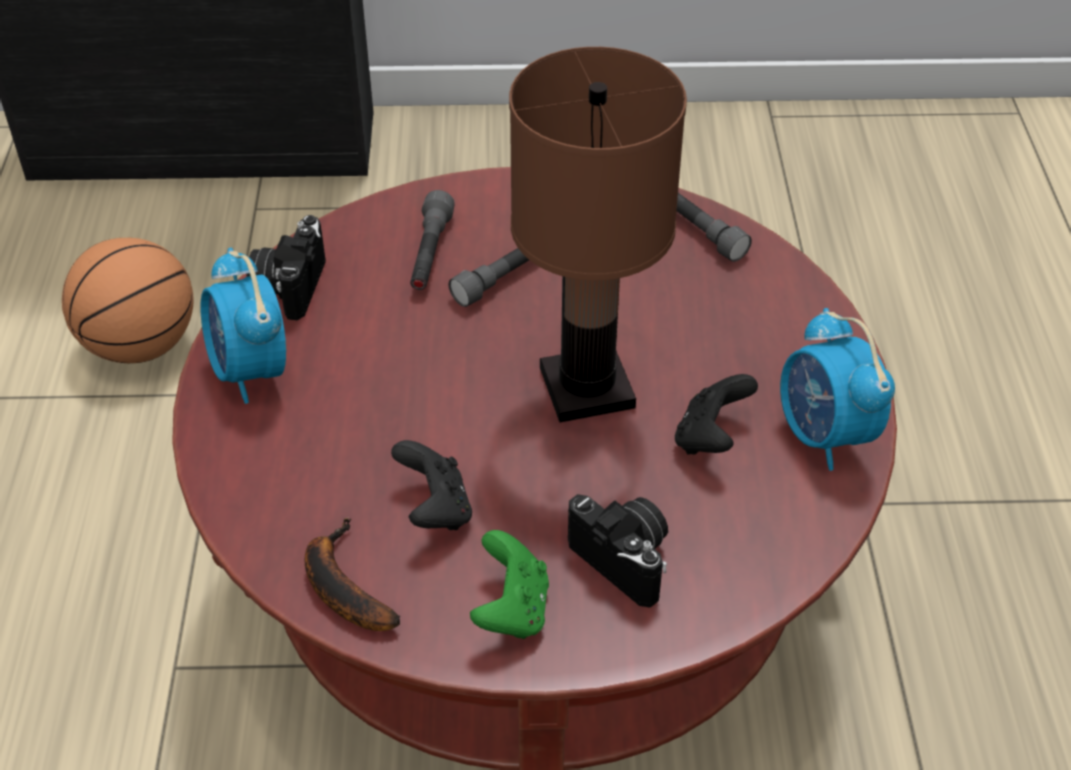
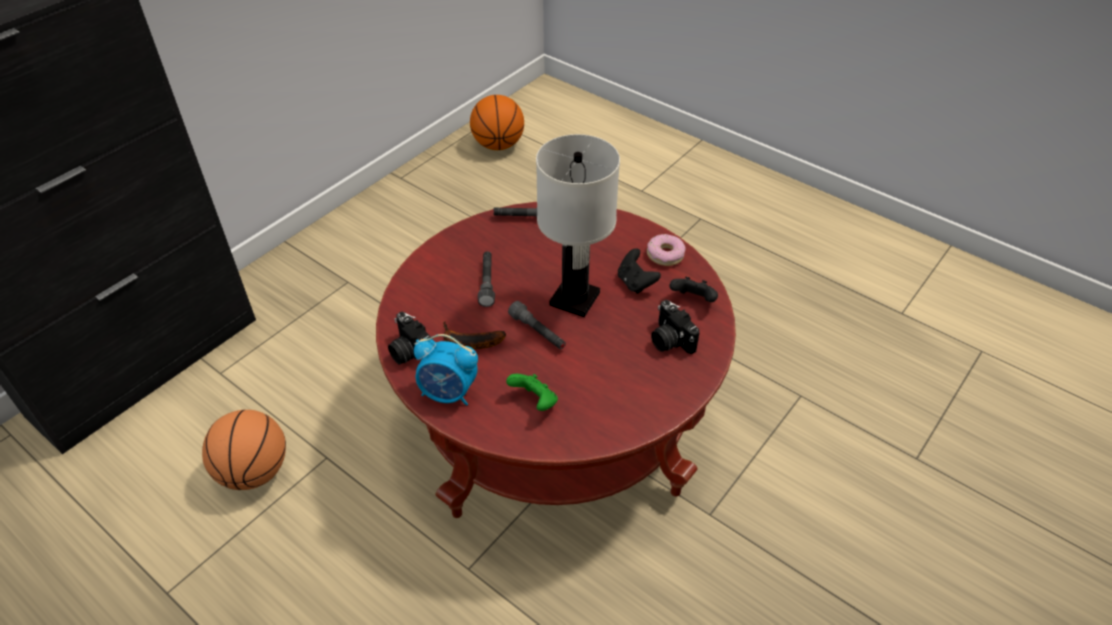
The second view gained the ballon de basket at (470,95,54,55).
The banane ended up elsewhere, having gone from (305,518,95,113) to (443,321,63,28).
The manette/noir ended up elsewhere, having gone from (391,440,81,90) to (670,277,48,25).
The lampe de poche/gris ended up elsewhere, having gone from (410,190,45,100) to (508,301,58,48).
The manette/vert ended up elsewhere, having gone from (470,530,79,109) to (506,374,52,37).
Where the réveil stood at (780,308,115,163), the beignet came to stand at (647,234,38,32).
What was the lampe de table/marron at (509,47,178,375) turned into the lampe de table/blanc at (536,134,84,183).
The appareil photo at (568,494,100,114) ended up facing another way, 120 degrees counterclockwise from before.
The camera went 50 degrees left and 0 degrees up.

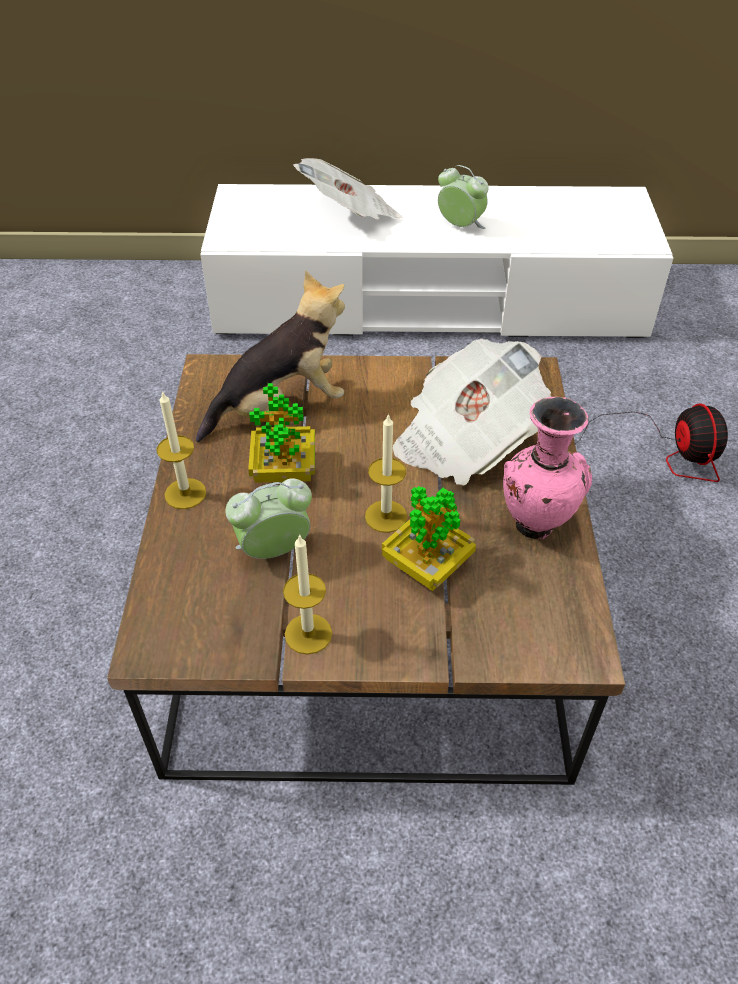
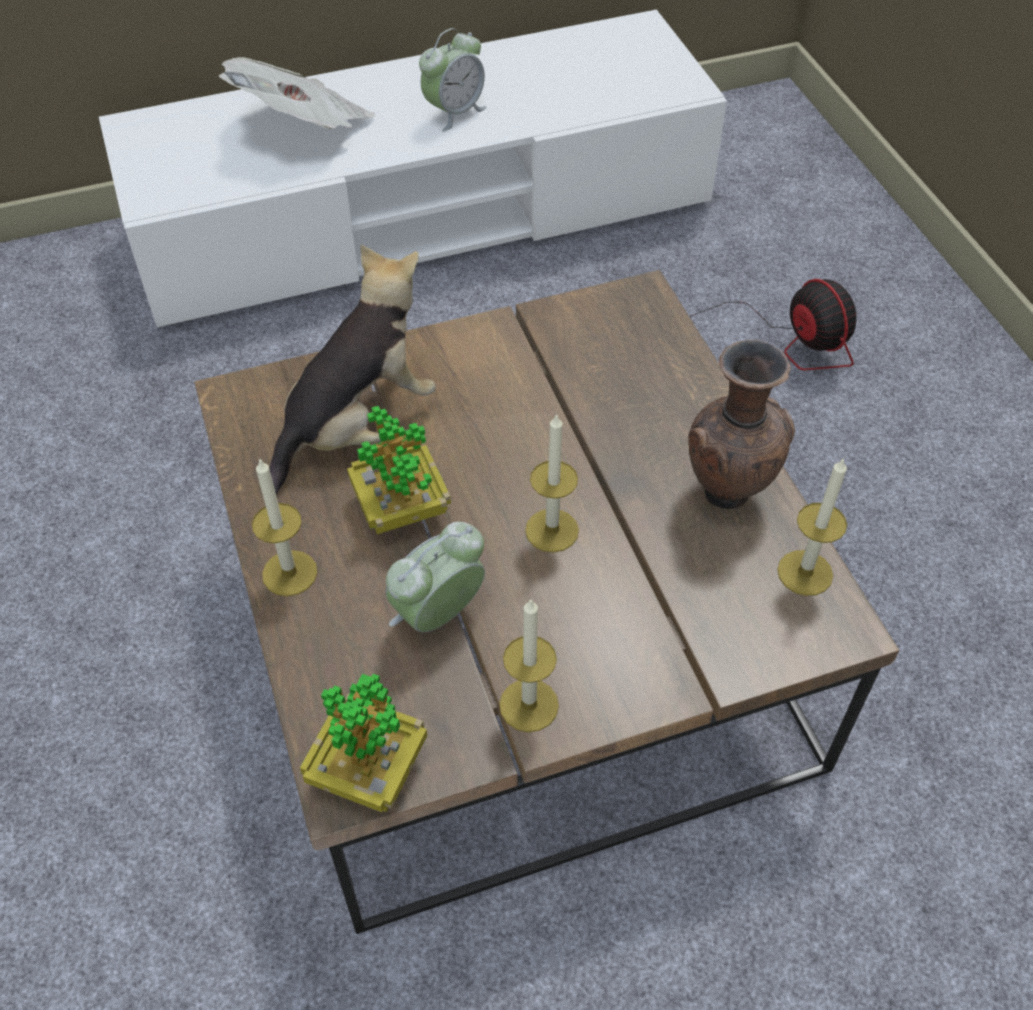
The second view lost the journal at (393,338,158,148).
The second view gained the bougie at (777,457,70,139).
The plante en pot ended up elsewhere, having gone from (382,486,94,105) to (300,674,127,138).
What was the vase/rose at (503,397,89,142) turned into the vase/marron at (688,340,107,169).
The réveil at (438,165,51,64) ended up facing another way, 120 degrees clockwise from before.
The camera went 20 degrees left and 5 degrees up.

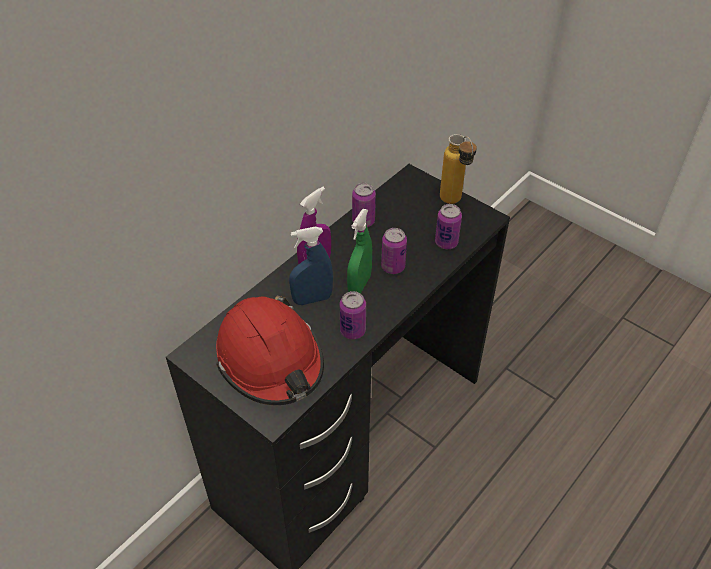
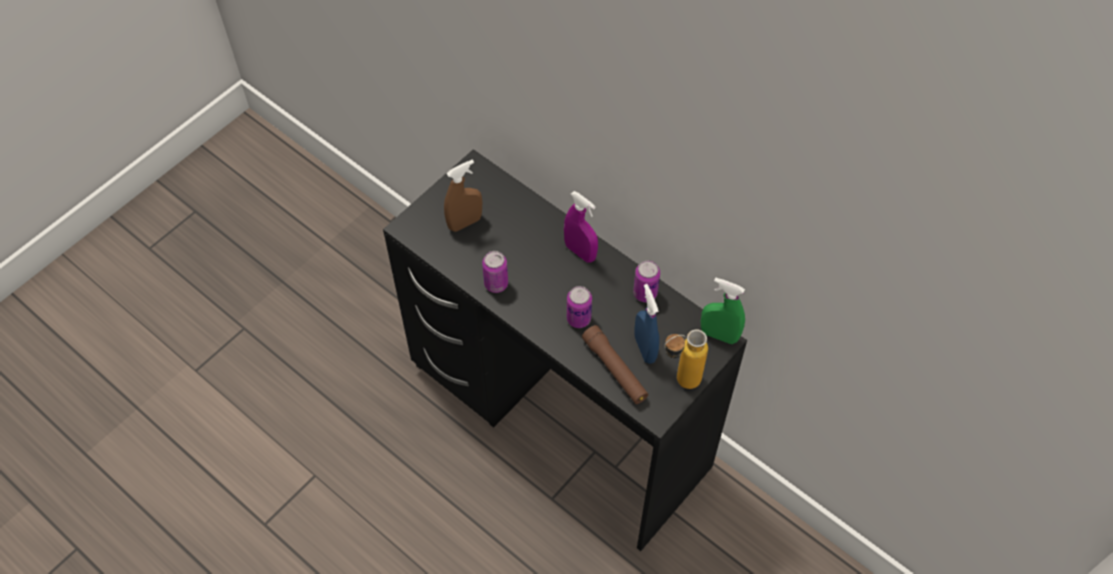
The vaporisateur/bleu ended up elsewhere, having gone from (289,227,44,78) to (634,284,25,80).
The vaporisateur/vert ended up elsewhere, having gone from (347,209,25,85) to (701,277,44,67).
Where the casque de chantier/rouge stood at (216,294,108,111), the vaporisateur/marron came to stand at (444,160,39,72).
Where the boîte métallique stood at (435,204,27,45), the lampe de poche/marron came to stand at (582,325,66,79).
The camera went 90 degrees right and 10 degrees up.

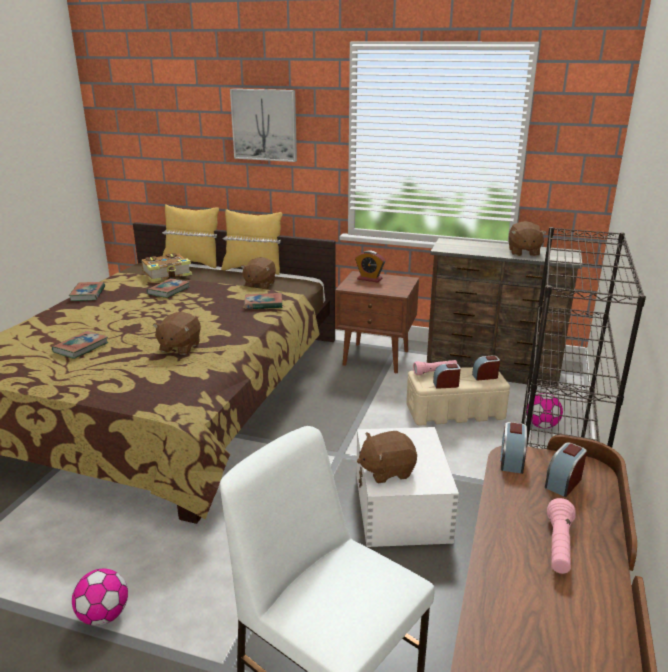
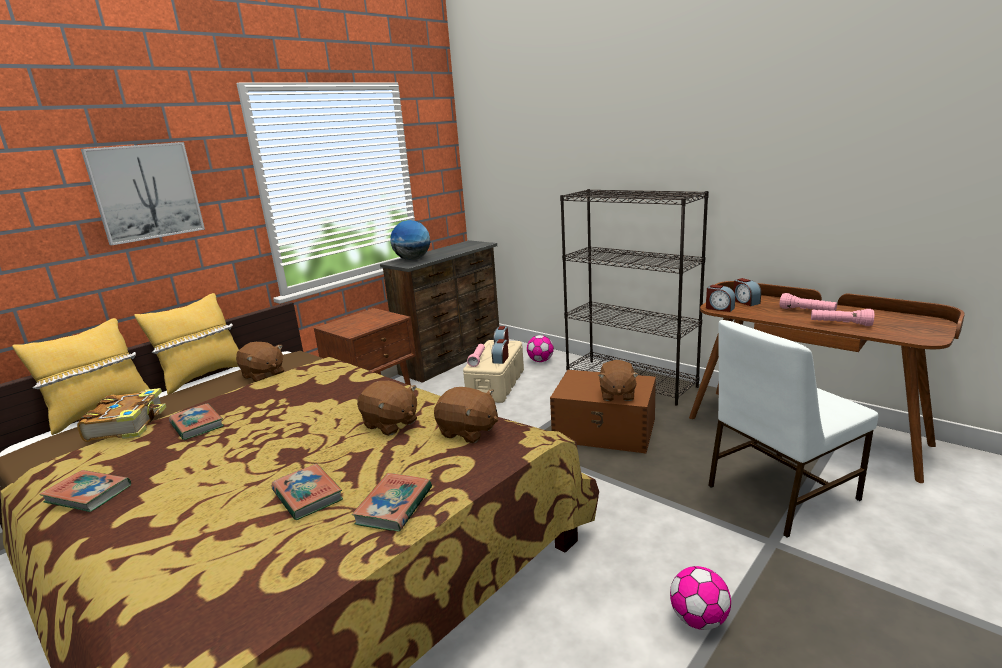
The second view lost the réveil at (355,251,30,32).
The second view gained the globe at (391,220,39,40).
The second view gained the lampe de poche/rose at (811,309,63,17).
The livre ended up elsewhere, having gone from (244,293,38,16) to (352,473,80,58).
The peluche/marron ended up elsewhere, having gone from (509,221,38,36) to (434,387,64,56).
What was the boîte de rangement/blanc at (356,427,103,120) turned into the boîte de rangement/marron at (550,370,106,83).
The camera went 65 degrees left and 5 degrees down.

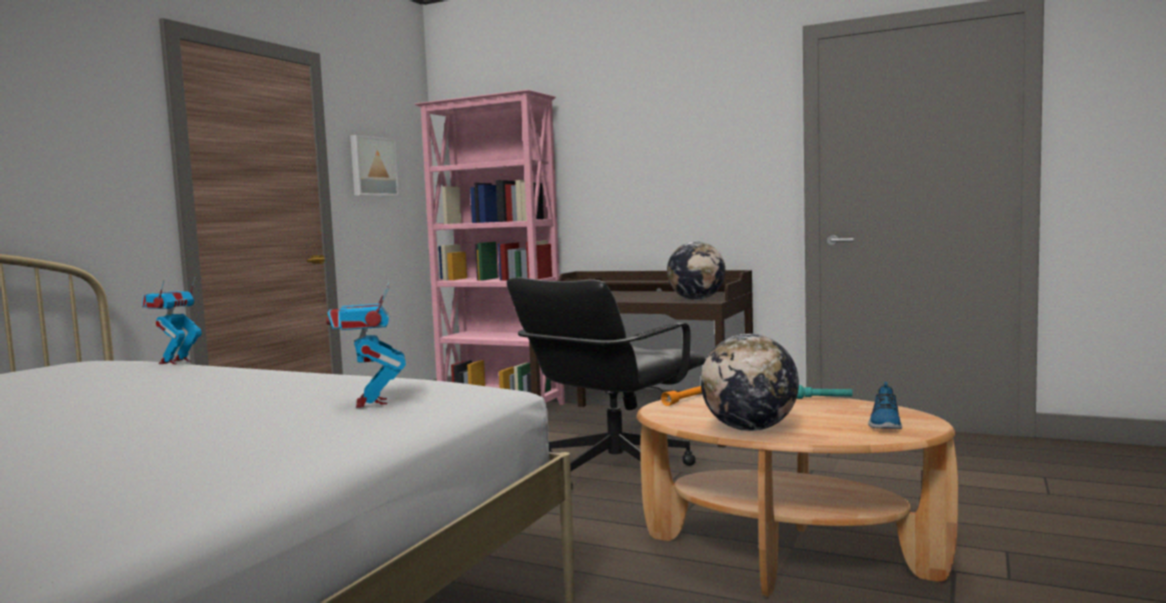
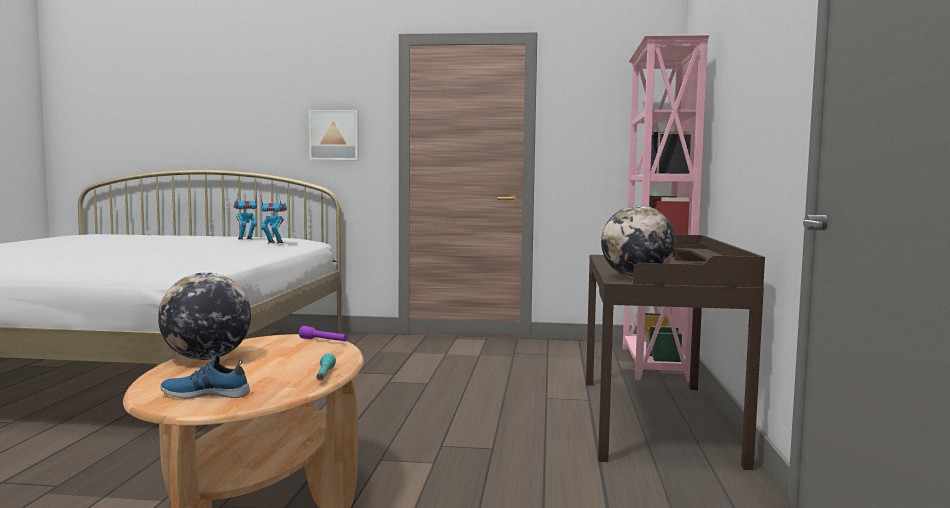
The second view lost the chaise de bureau/noir at (507,277,199,213).
The robot jouet ended up elsewhere, having gone from (326,283,80,125) to (233,196,24,44).
The tableau ended up elsewhere, having gone from (350,135,49,61) to (309,110,50,50).
What was the lampe de poche/orange at (661,386,41,20) turned into the lampe de poche/violet at (299,326,49,16).
The camera went 70 degrees right and 0 degrees up.

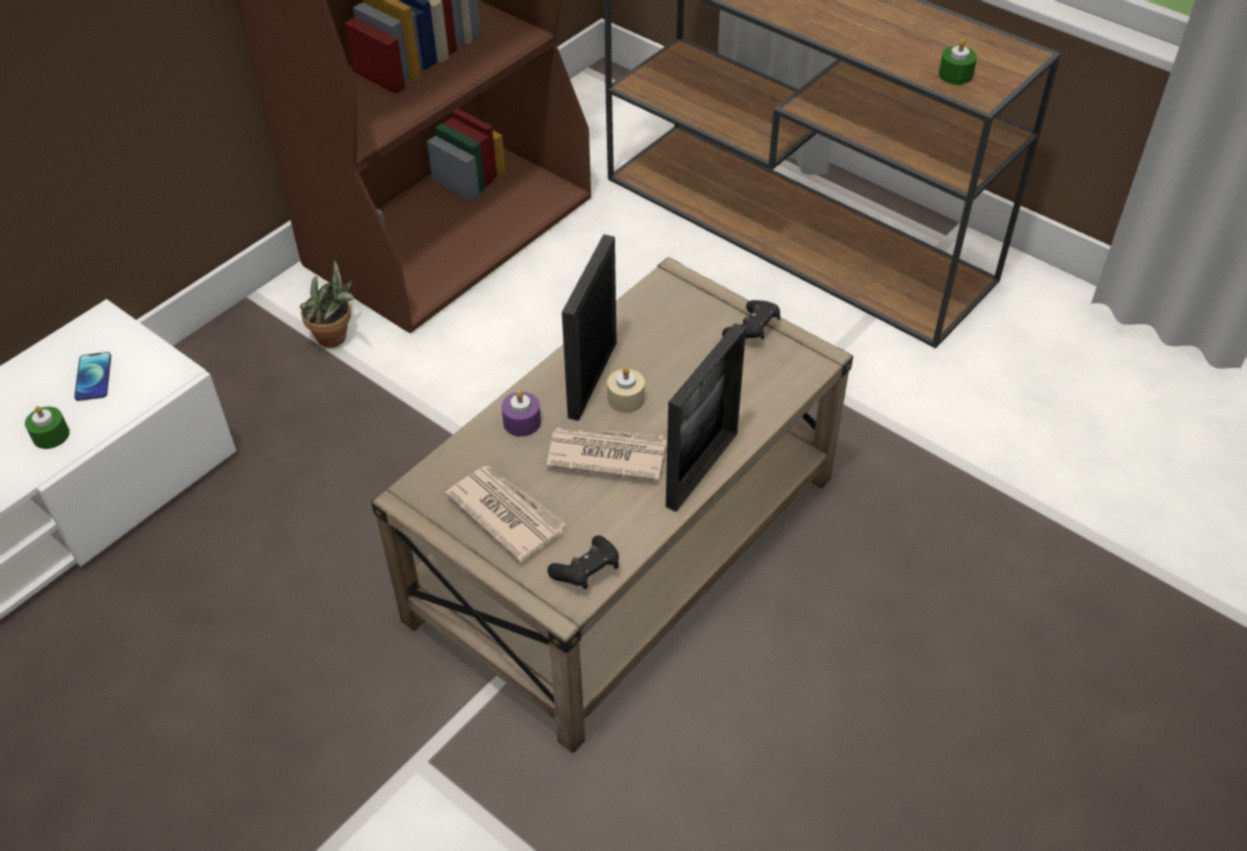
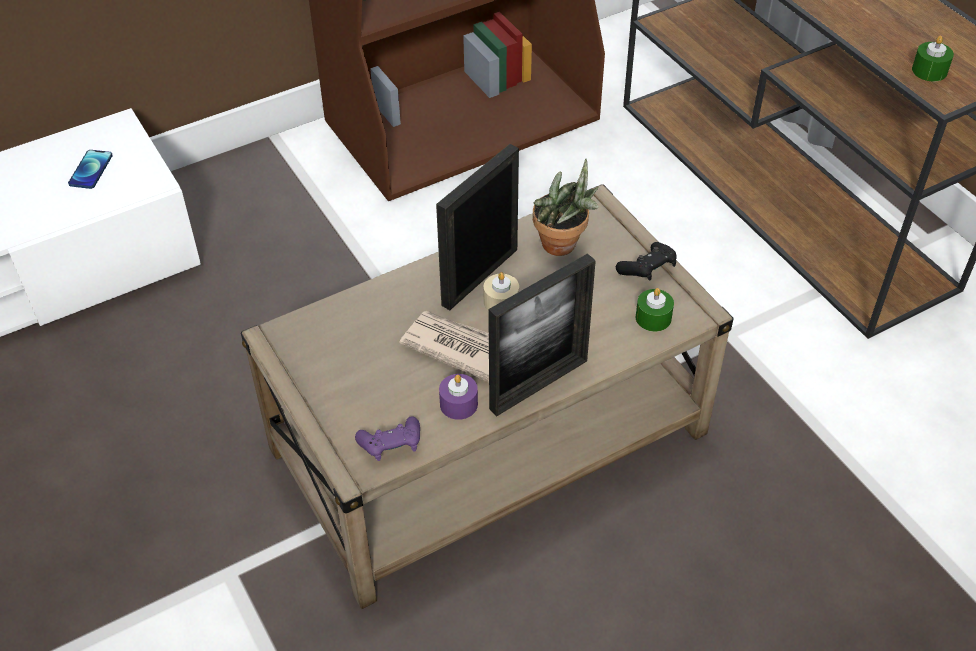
The second view lost the journal at (445,466,122,96).
The bougie/vert ended up elsewhere, having gone from (25,406,45,43) to (636,288,38,44).
The plante en pot ended up elsewhere, having gone from (300,260,54,88) to (533,159,65,97).
The bougie/violet ended up elsewhere, having gone from (502,391,39,46) to (439,374,39,46).
What was the manette/noir at (548,535,71,54) turned into the manette/violet at (355,416,65,45).
The camera went 20 degrees right and 0 degrees up.

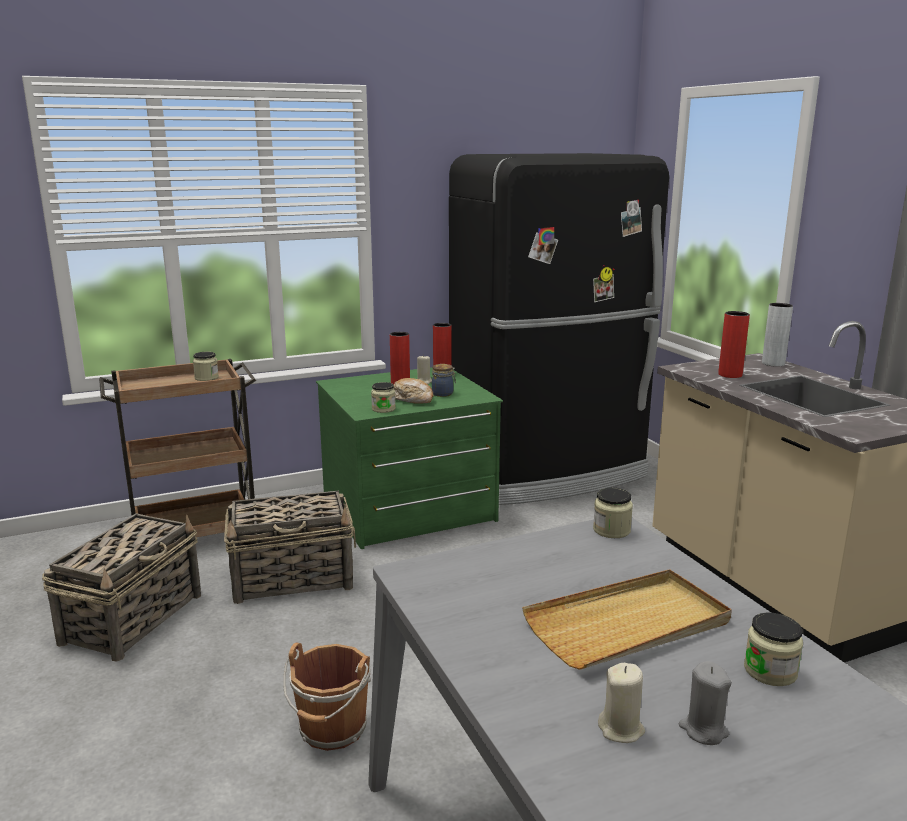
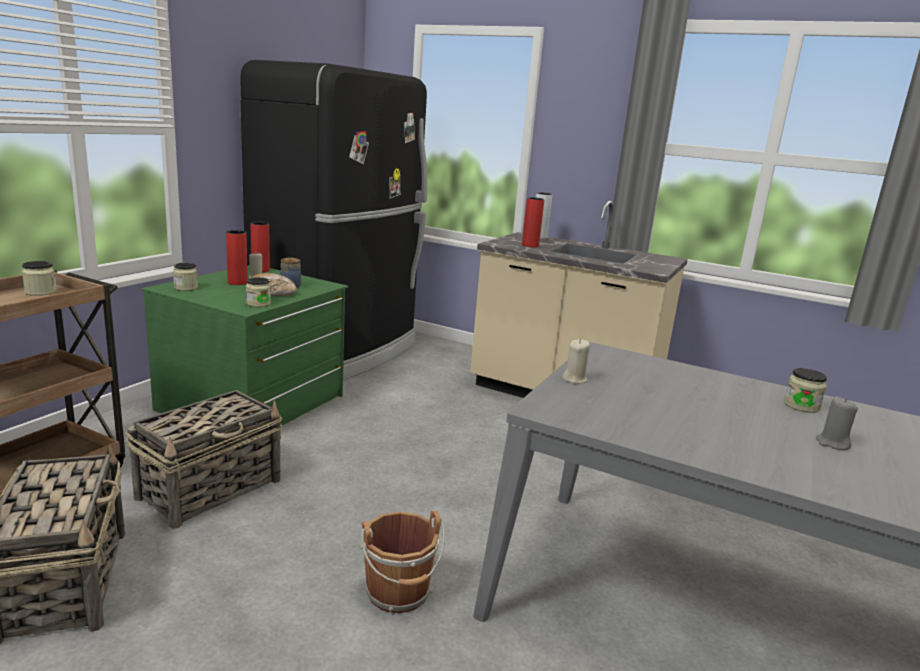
The second view lost the plateau/beige at (522,569,210,101).
The bocal ended up elsewhere, having gone from (593,487,40,51) to (173,263,25,28).
The bougie/beige ended up elsewhere, having gone from (598,663,47,80) to (562,339,28,45).
The camera went 40 degrees left and 0 degrees up.

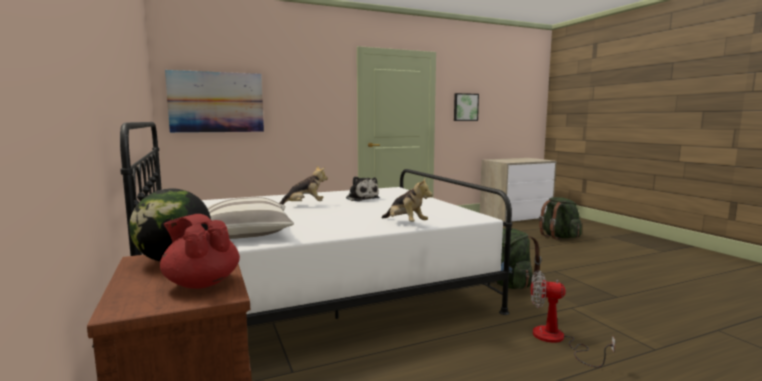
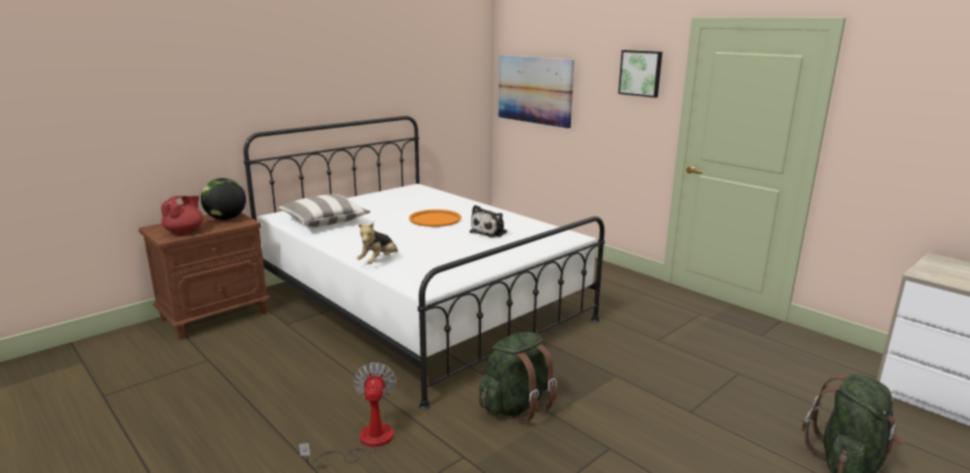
The tableau ended up elsewhere, having gone from (454,93,25,28) to (618,50,44,48).
Where the peluche stood at (279,166,49,39), the plateau/orange came to stand at (409,209,52,18).
The camera went 70 degrees right and 10 degrees up.

